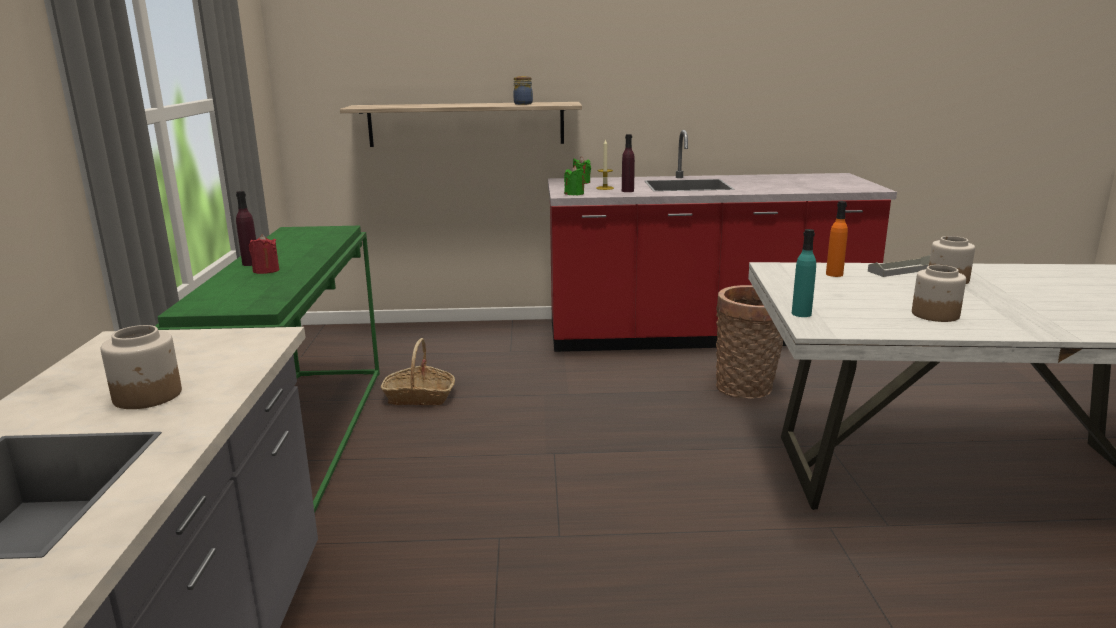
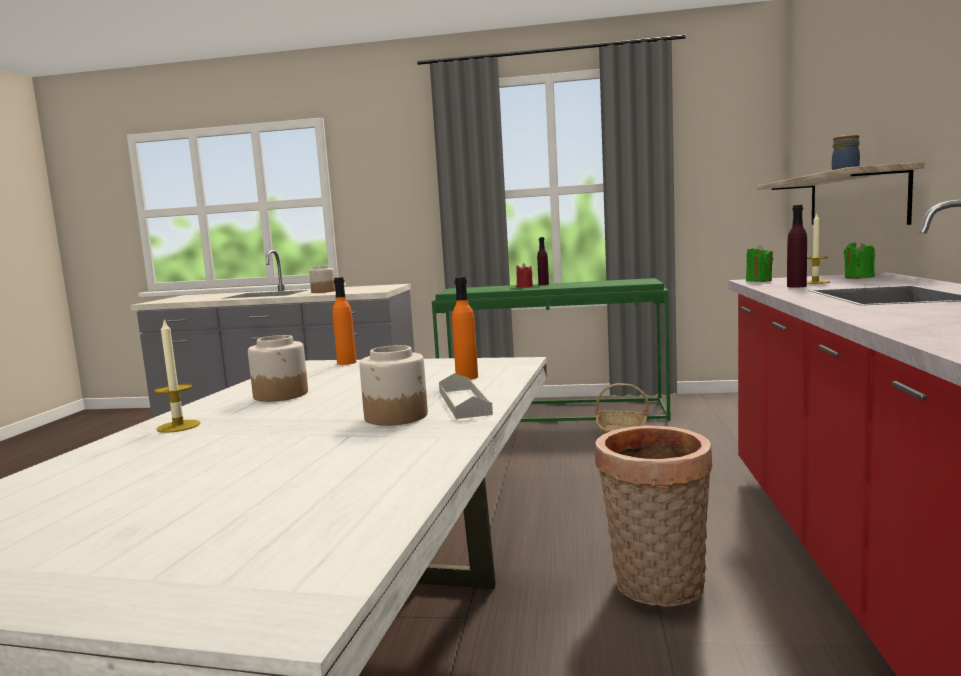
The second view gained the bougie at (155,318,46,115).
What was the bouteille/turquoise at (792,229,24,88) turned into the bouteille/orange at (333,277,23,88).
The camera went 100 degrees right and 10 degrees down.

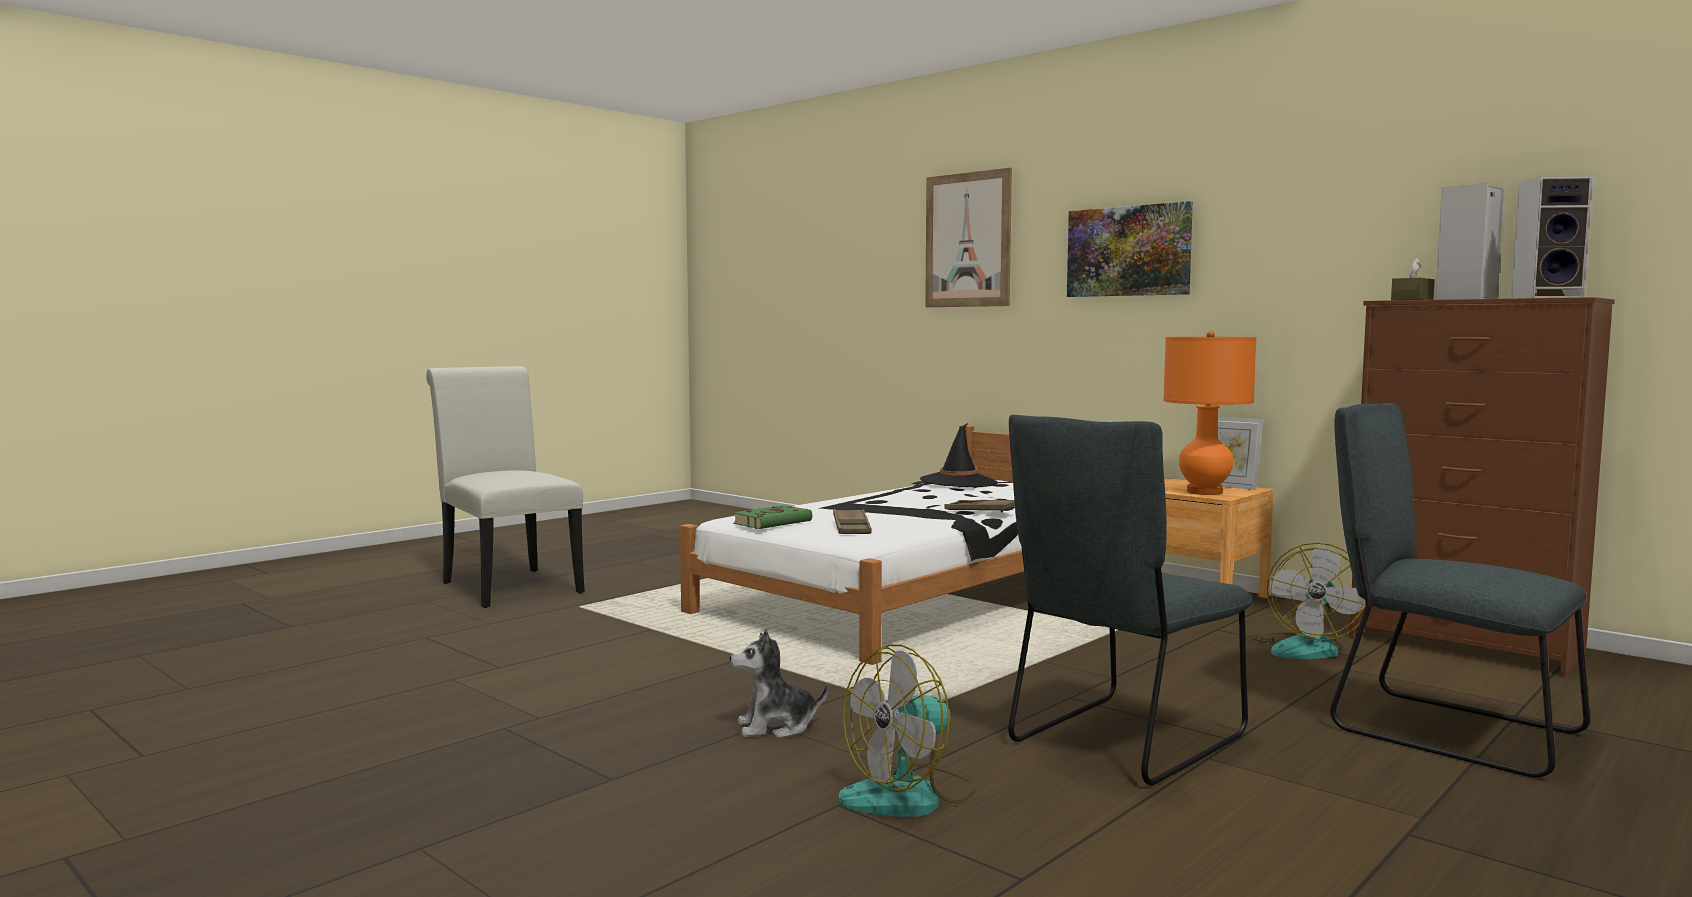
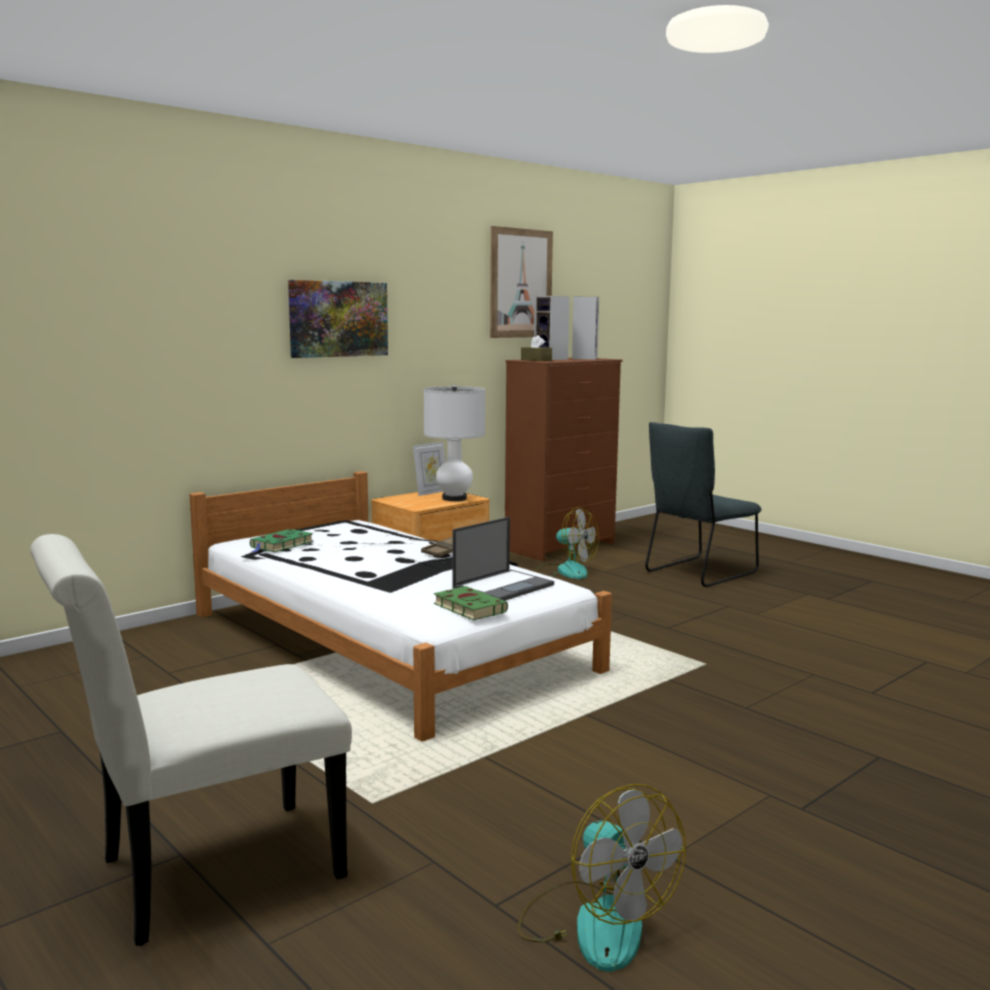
The second view lost the peluche at (730,629,98,110).
The second view lost the chaise/gris at (1008,415,245,371).
The ventilateur ended up elsewhere, having gone from (838,644,138,173) to (517,784,169,188).
The tableau ended up elsewhere, having gone from (925,168,87,139) to (490,226,63,112).
Where the plateau/marron stood at (833,509,39,25), the ordinateur portable came to stand at (452,517,102,84).
Where the chapeau/noir stood at (920,423,78,64), the livre/vert came to stand at (250,529,63,24).
What was the lampe de table/orange at (1163,331,94,164) turned into the lampe de table/blanc at (424,384,61,117).
The camera went 85 degrees left and 5 degrees up.

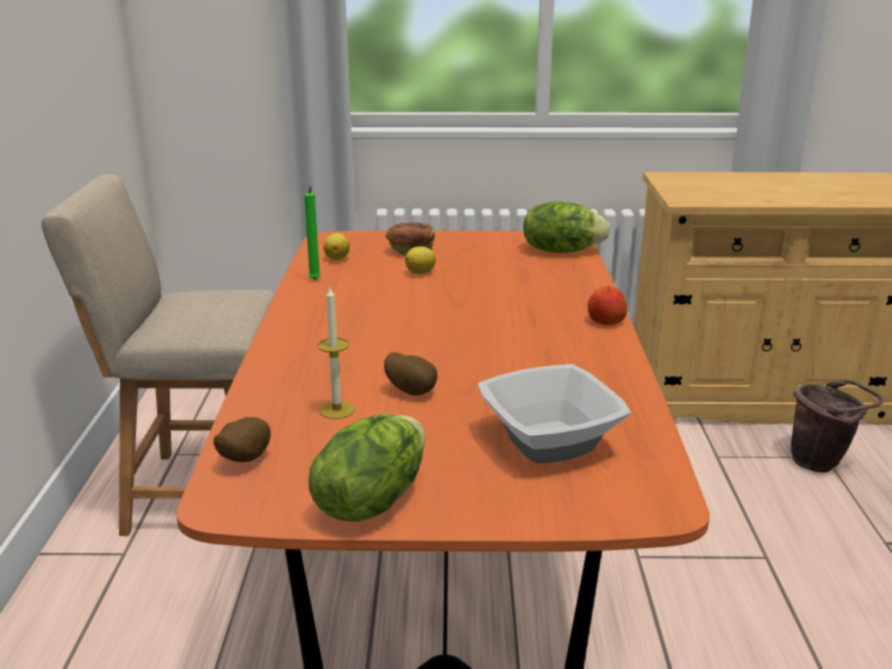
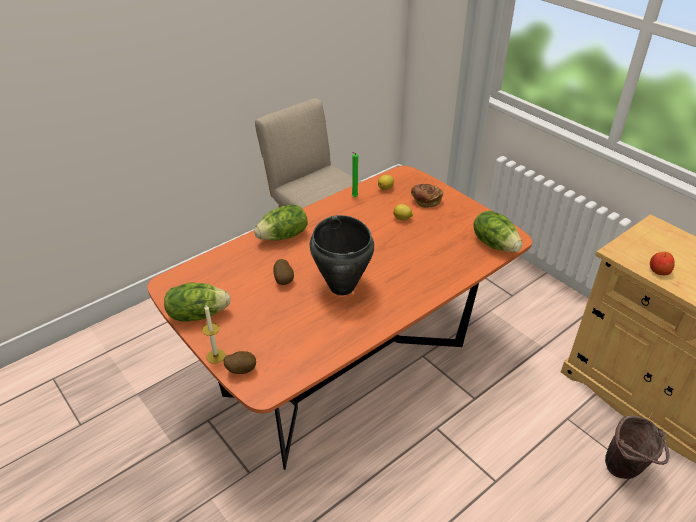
The second view lost the bol at (478,364,153,100).
The second view gained the laitue at (254,205,54,36).
The second view gained the marmite/noir at (310,215,64,80).
The pomme de terre ended up elsewhere, having gone from (213,417,58,45) to (223,351,33,23).
The bougie ended up elsewhere, having gone from (318,288,37,131) to (202,305,24,59).
The pomme ended up elsewhere, having gone from (588,285,39,40) to (650,252,25,23).
The camera went 50 degrees right and 15 degrees up.

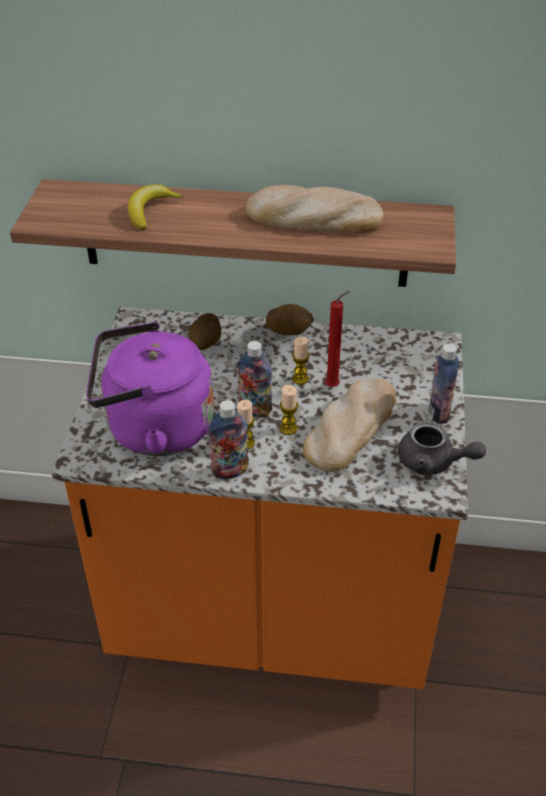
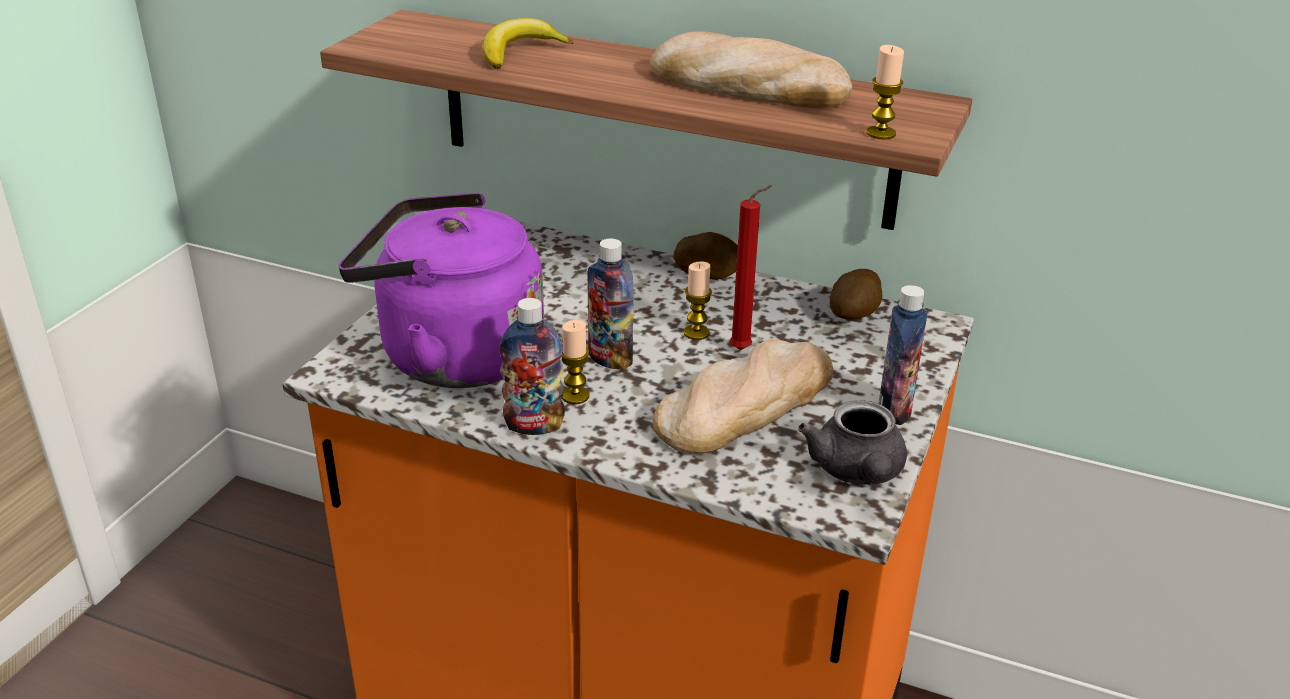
The pomme de terre ended up elsewhere, having gone from (189,313,32,37) to (830,269,52,50).
The bougie ended up elsewhere, having gone from (280,385,18,50) to (866,45,38,95).
The théière/gris at (398,422,88,53) ended up facing another way, 45 degrees clockwise from before.
The camera went 15 degrees right and 10 degrees down.

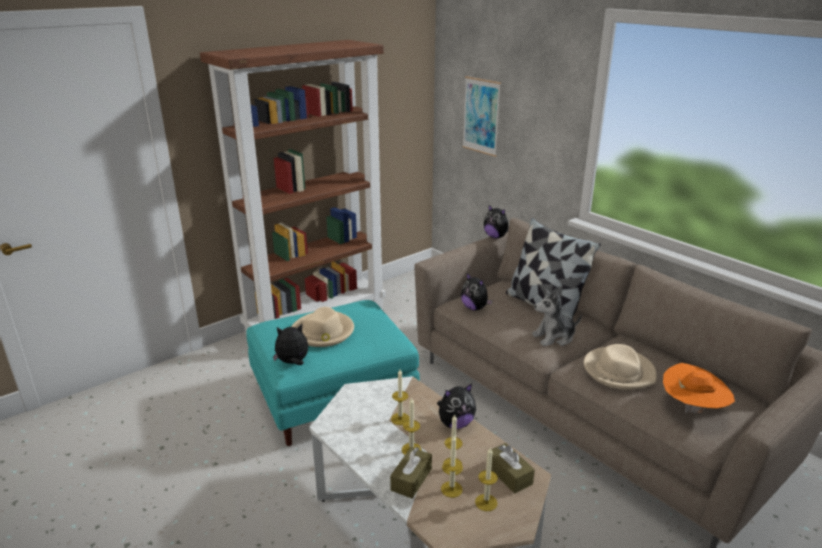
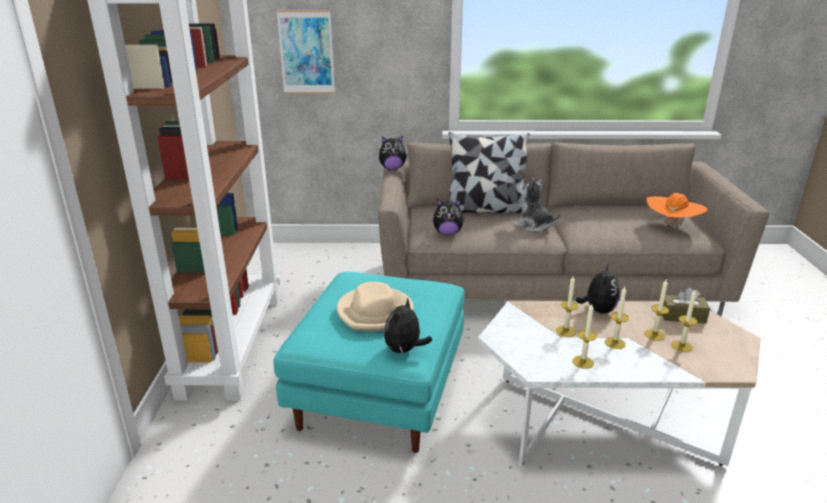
The second view lost the boîte à mouchoirs/marron at (390,447,42,52).
The second view lost the chapeau/beige at (584,344,73,46).
The bougie ended up elsewhere, having gone from (475,448,23,63) to (572,304,25,65).
The peluche at (532,289,50,57) ended up facing another way, 105 degrees clockwise from before.
The camera went 50 degrees left and 0 degrees up.

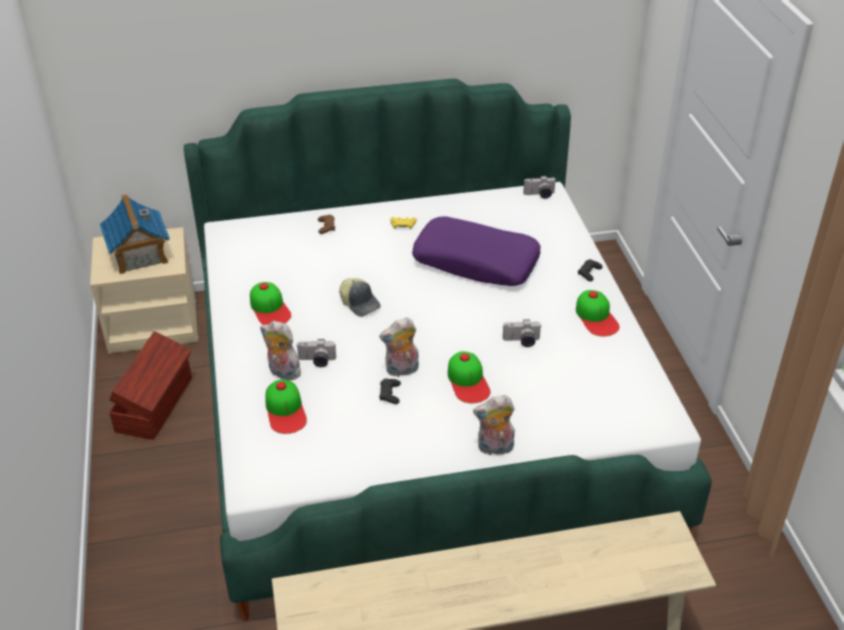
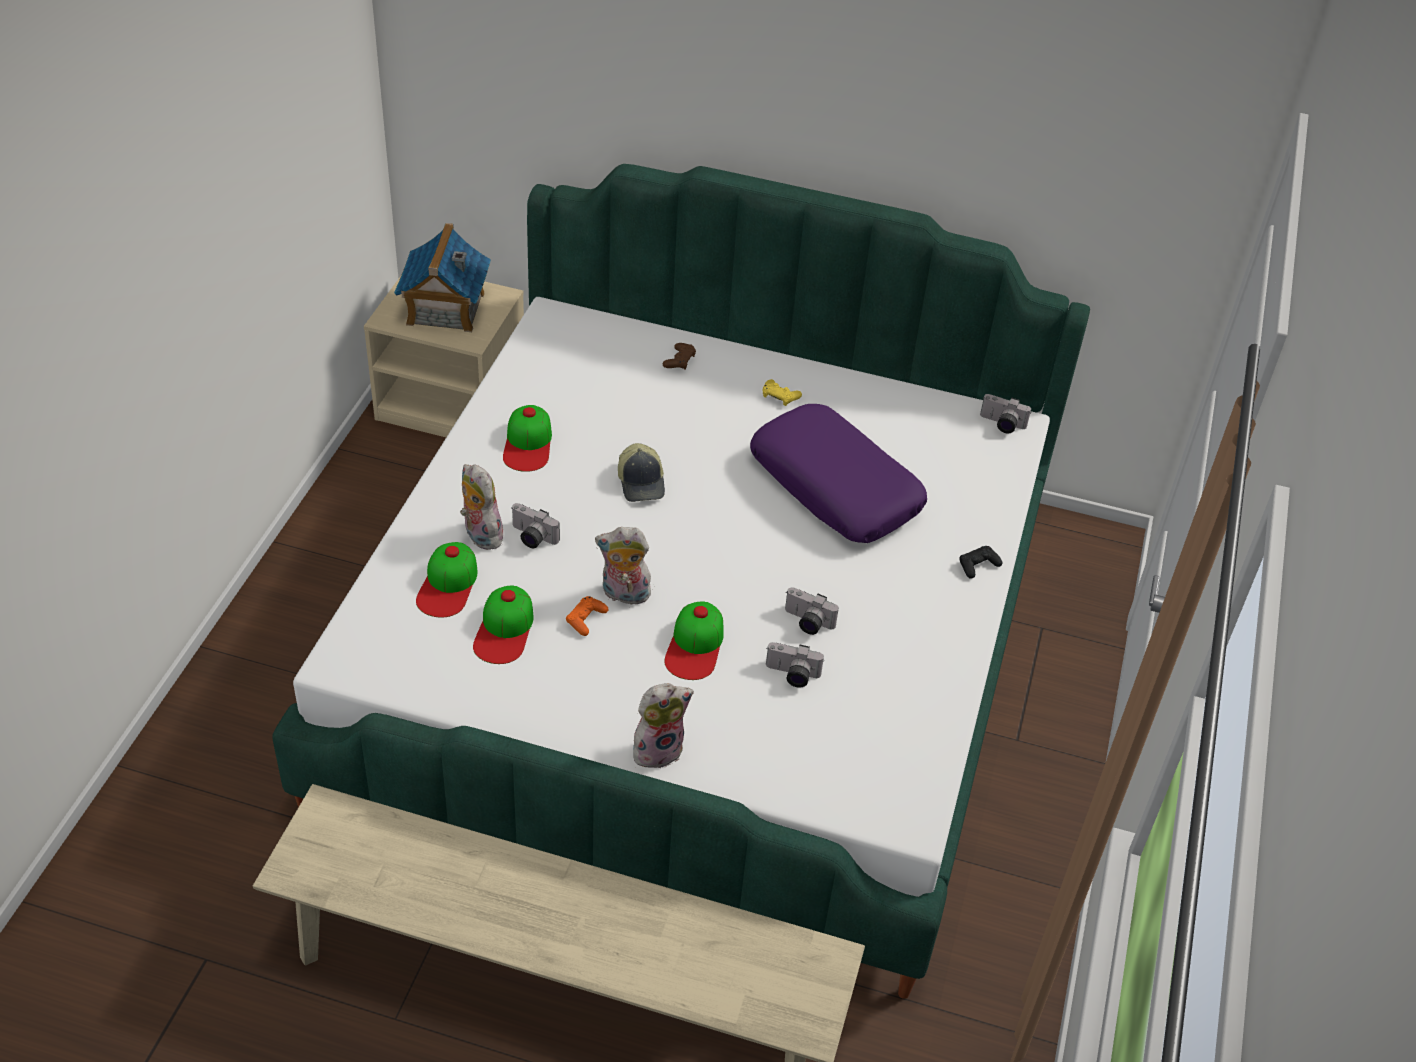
The second view lost the boîte de rangement/marron at (109,331,83,109).
The second view gained the appareil photo at (766,642,58,45).
The casquette ended up elsewhere, having gone from (576,290,44,46) to (473,585,61,79).
What was the manette/noir at (379,378,22,26) turned into the manette/orange at (566,596,42,40).
The peluche at (473,395,42,60) ended up facing another way, 135 degrees clockwise from before.
The camera went 25 degrees right and 5 degrees up.

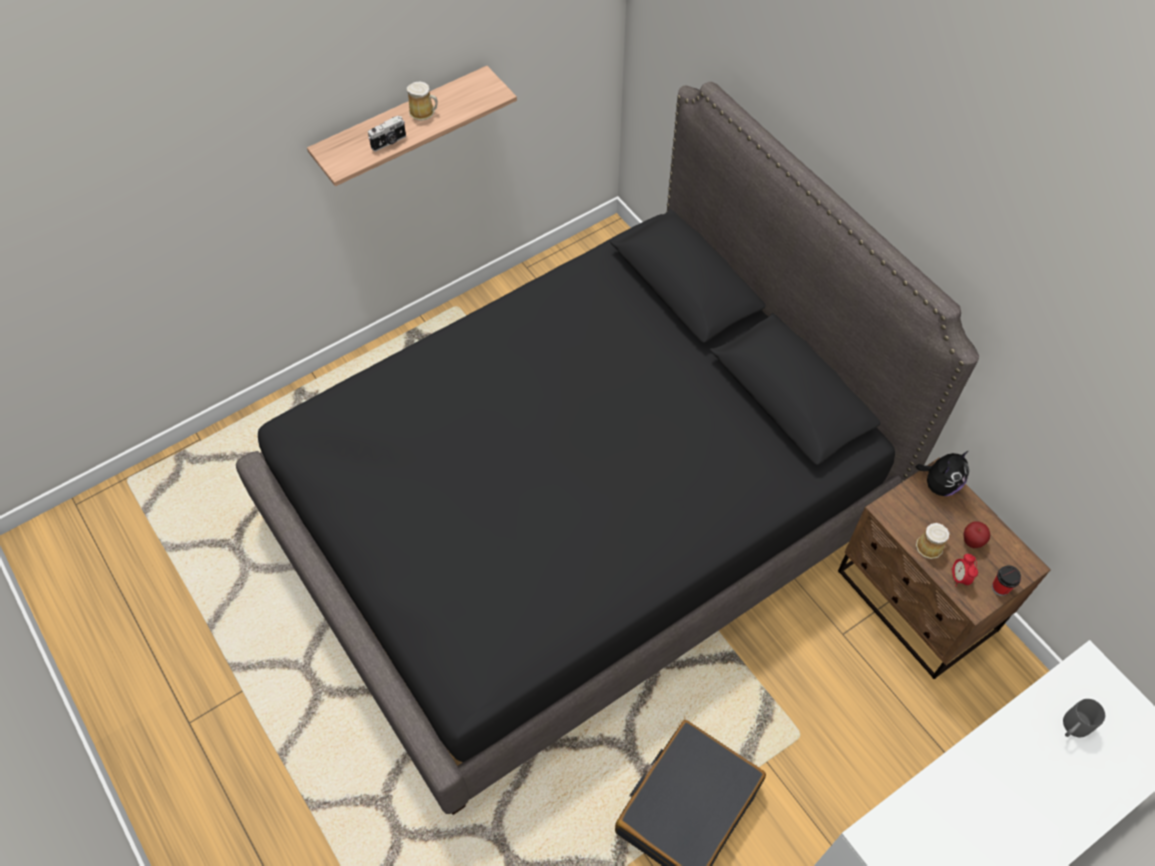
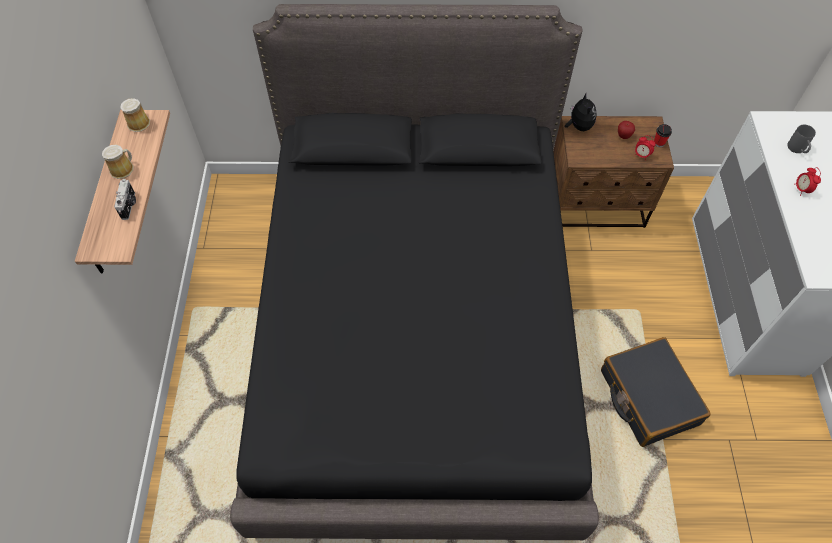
The second view gained the réveil at (794,167,27,29).
The mug ended up elsewhere, having gone from (916,523,34,36) to (120,98,30,34).
The camera went 55 degrees left and 0 degrees up.

